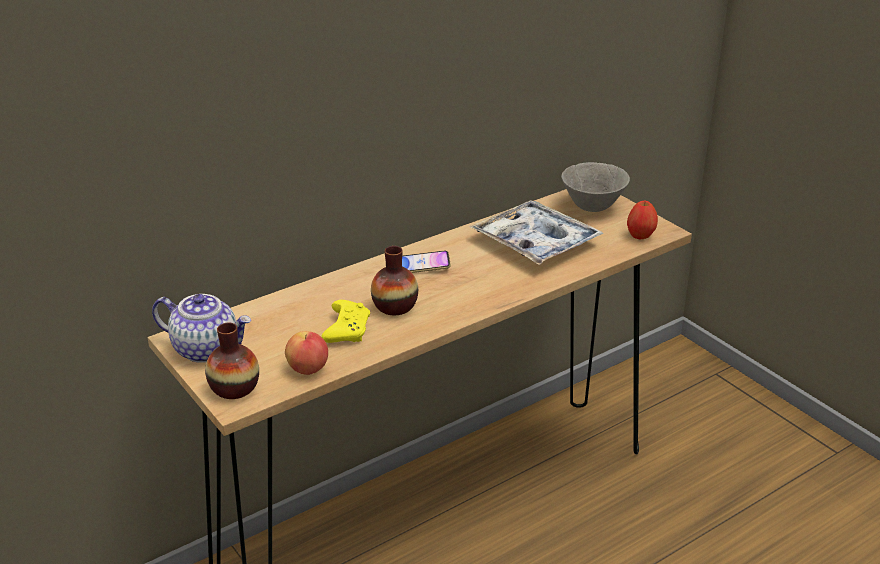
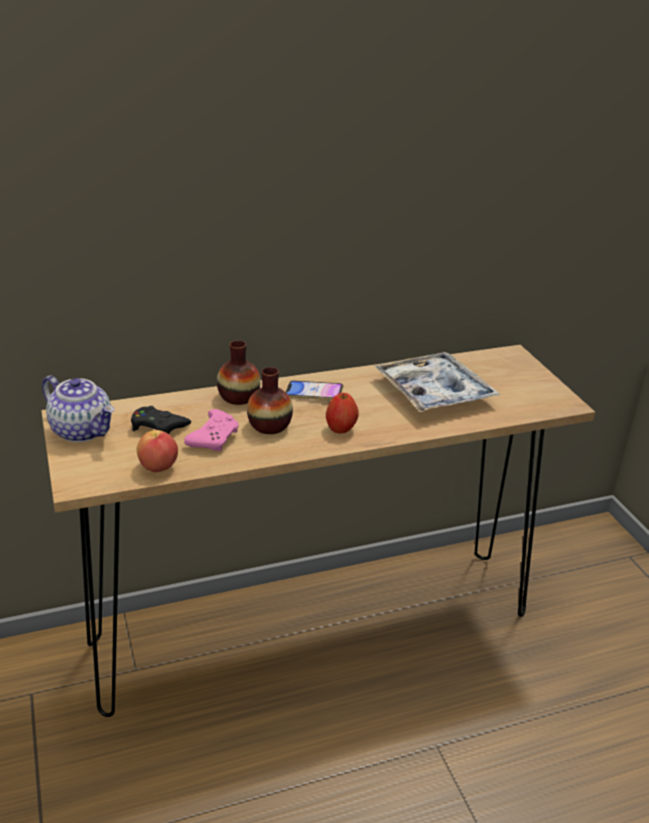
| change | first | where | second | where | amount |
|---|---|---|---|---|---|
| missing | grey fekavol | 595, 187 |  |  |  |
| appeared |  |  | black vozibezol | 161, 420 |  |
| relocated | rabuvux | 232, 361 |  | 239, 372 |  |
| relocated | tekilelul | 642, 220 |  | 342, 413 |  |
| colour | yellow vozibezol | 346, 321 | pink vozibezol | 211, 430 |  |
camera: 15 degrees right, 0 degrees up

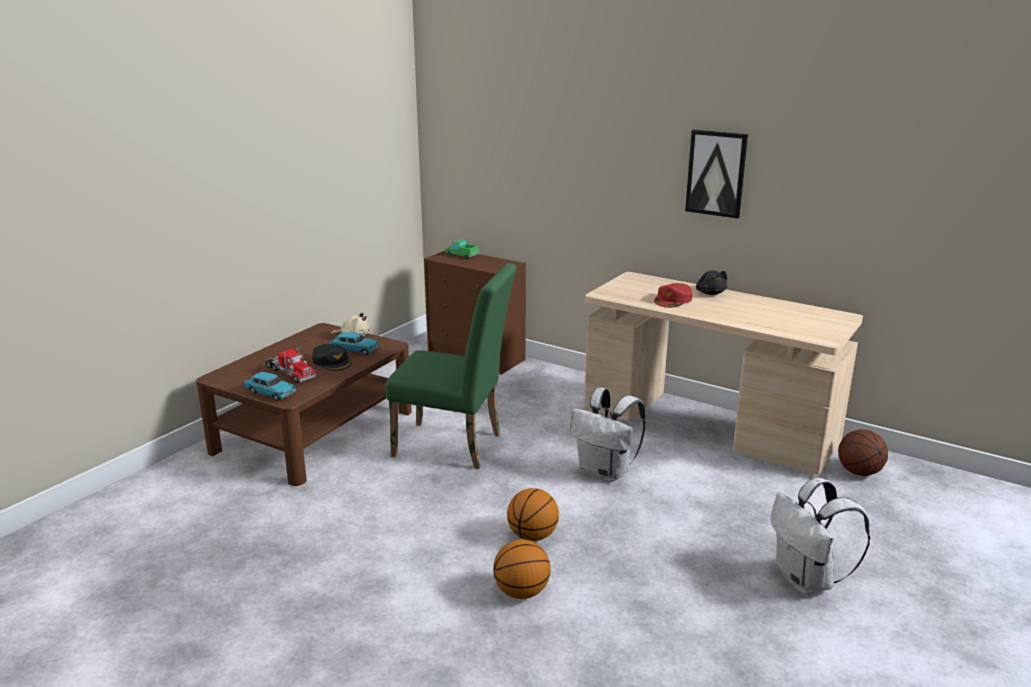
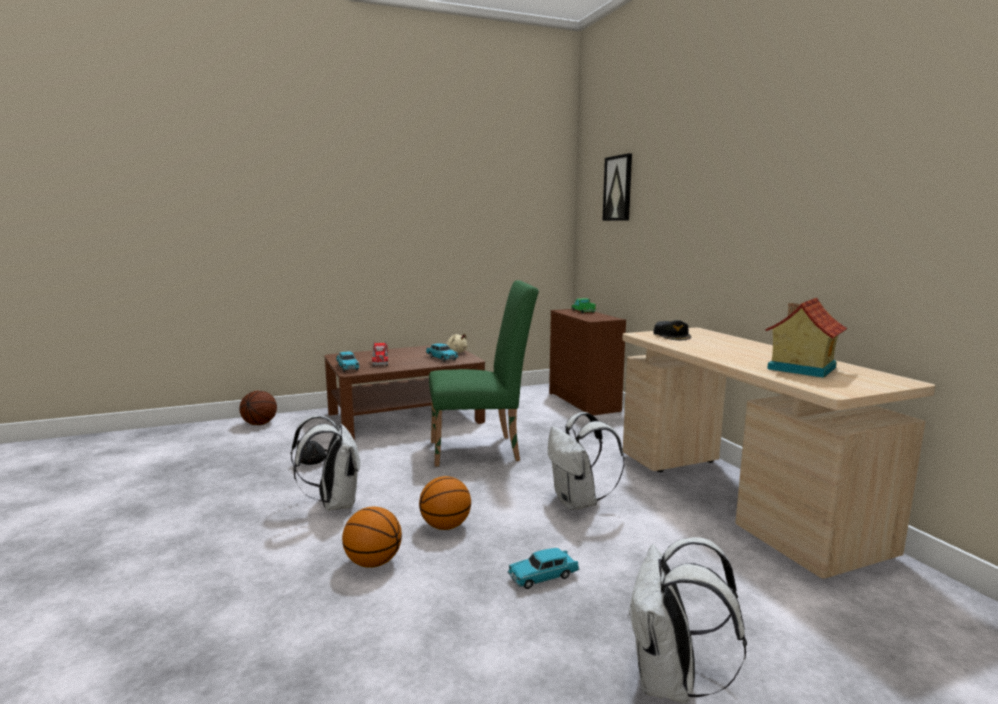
| change | first | where | second | where | amount |
|---|---|---|---|---|---|
| missing | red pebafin | 673, 295 |  |  |  |
| appeared |  |  | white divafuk | 325, 463 |  |
| appeared |  |  | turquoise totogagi | 543, 568 |  |
| appeared |  |  | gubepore | 806, 338 |  |
| relocated | black pebafin | 332, 357 |  | 672, 330 |  |
| relocated | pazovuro | 716, 174 |  | 617, 187 |  |
| relocated | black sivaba | 711, 282 |  | 312, 452 |  |
| relocated | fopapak | 863, 452 |  | 258, 408 |  |
| spun | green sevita | 451, 366 |  | 484, 373 | 60 degrees counterclockwise |
camera: 35 degrees right, 10 degrees down

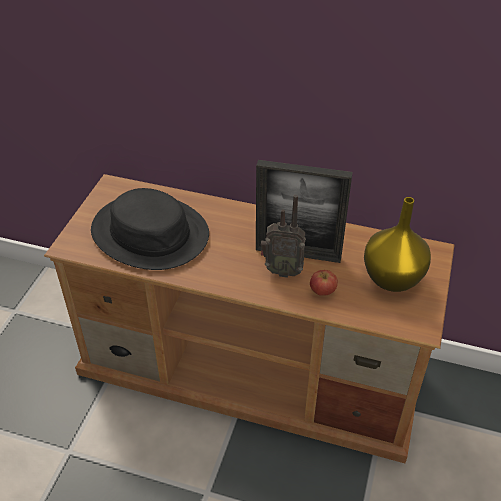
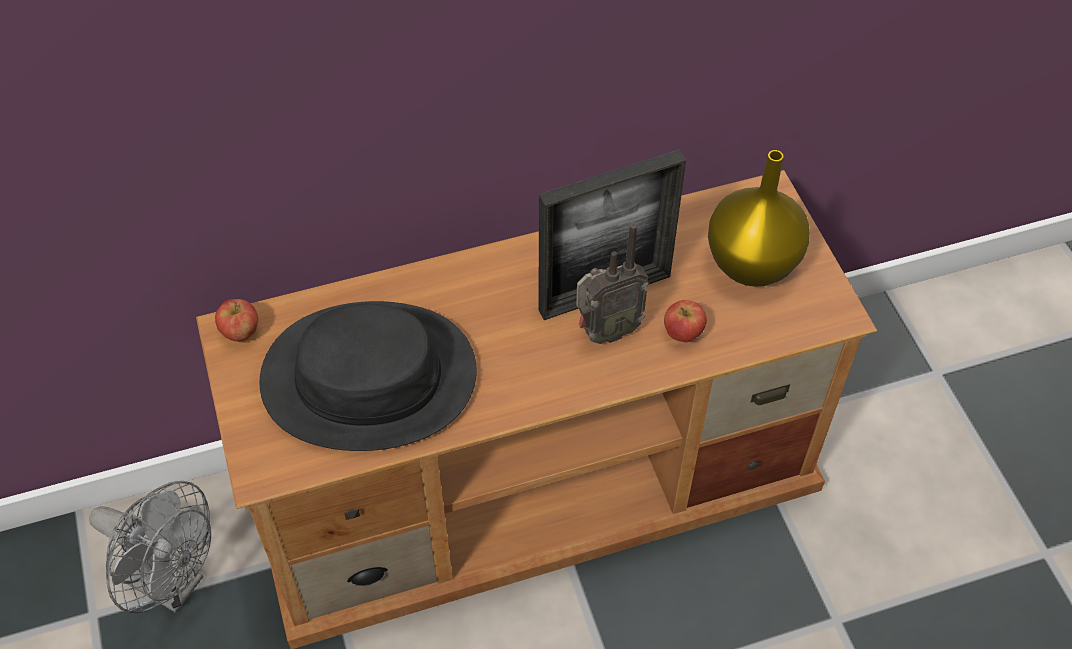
| change | first | where | second | where | amount |
|---|---|---|---|---|---|
| appeared |  |  | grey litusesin | 150, 547 |  |
| appeared |  |  | tekilelul | 236, 320 |  |
camera: 35 degrees left, 10 degrees up

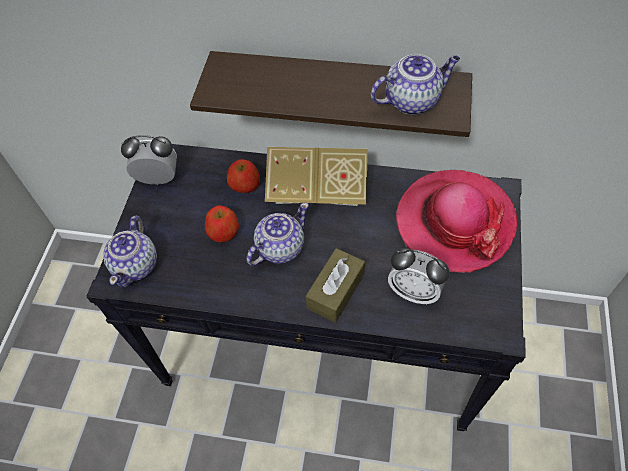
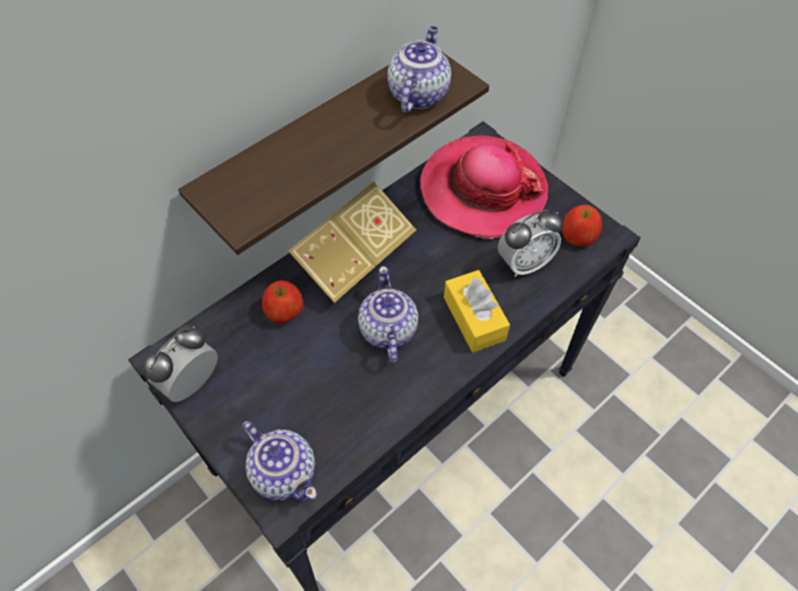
| change | first | where | second | where | amount |
|---|---|---|---|---|---|
| relocated | tekilelul | 222, 223 |  | 582, 225 |  |
| colour | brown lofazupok | 335, 285 | yellow lofazupok | 477, 311 |  |
camera: 55 degrees left, 0 degrees up

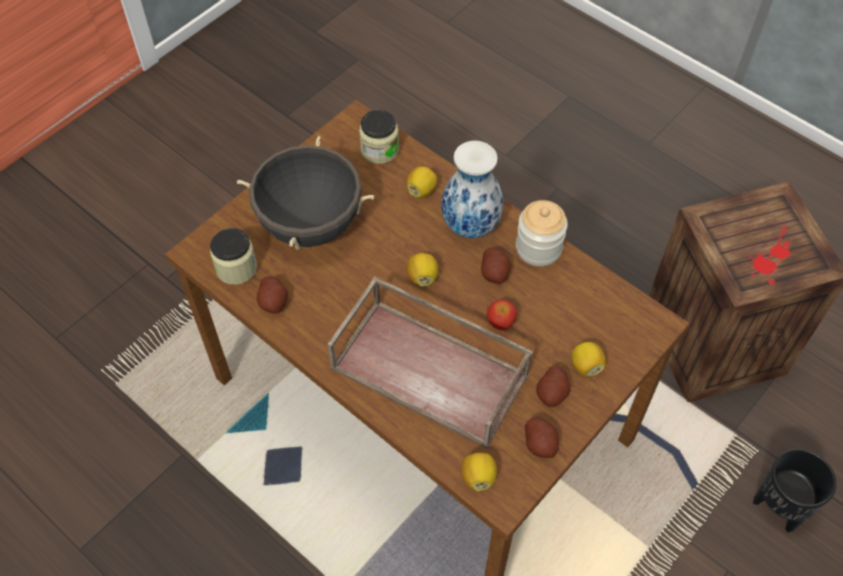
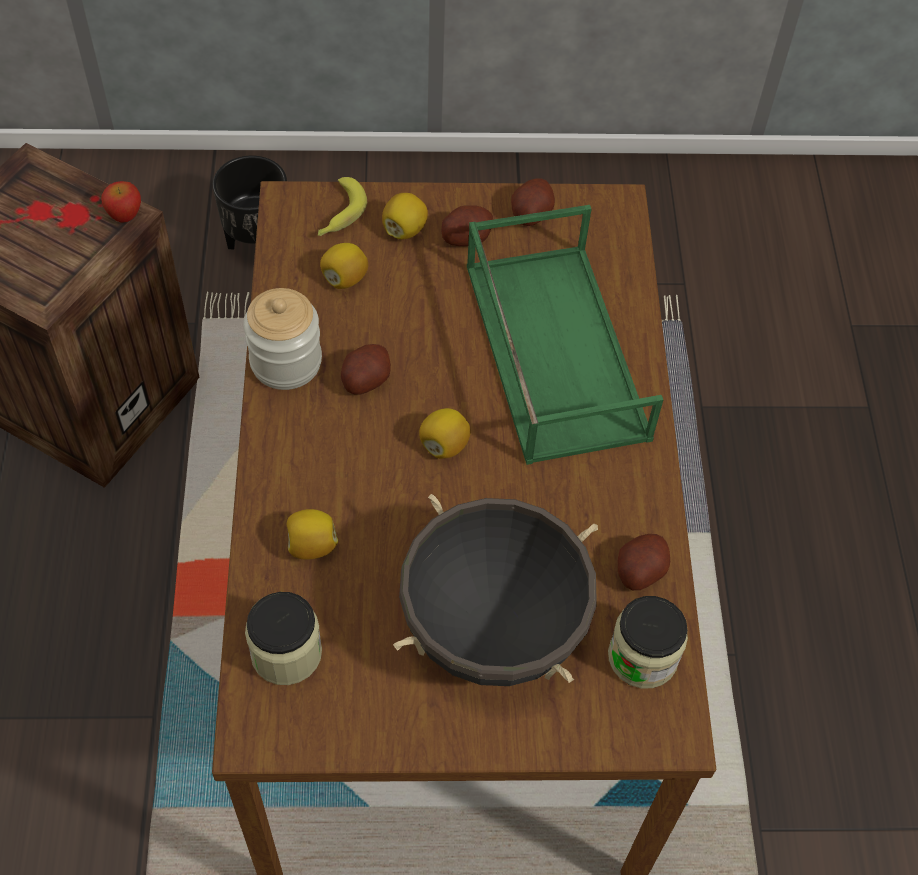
| change | first | where | second | where | amount |
|---|---|---|---|---|---|
| missing | rabuvux | 472, 189 |  |  |  |
| appeared |  |  | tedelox | 342, 206 |  |
| relocated | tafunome | 479, 472 |  | 344, 266 |  |
| relocated | tekilelul | 502, 314 |  | 121, 202 |  |
| colour | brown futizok | 430, 362 | green futizok | 565, 335 |  |
camera: 135 degrees left, 0 degrees up

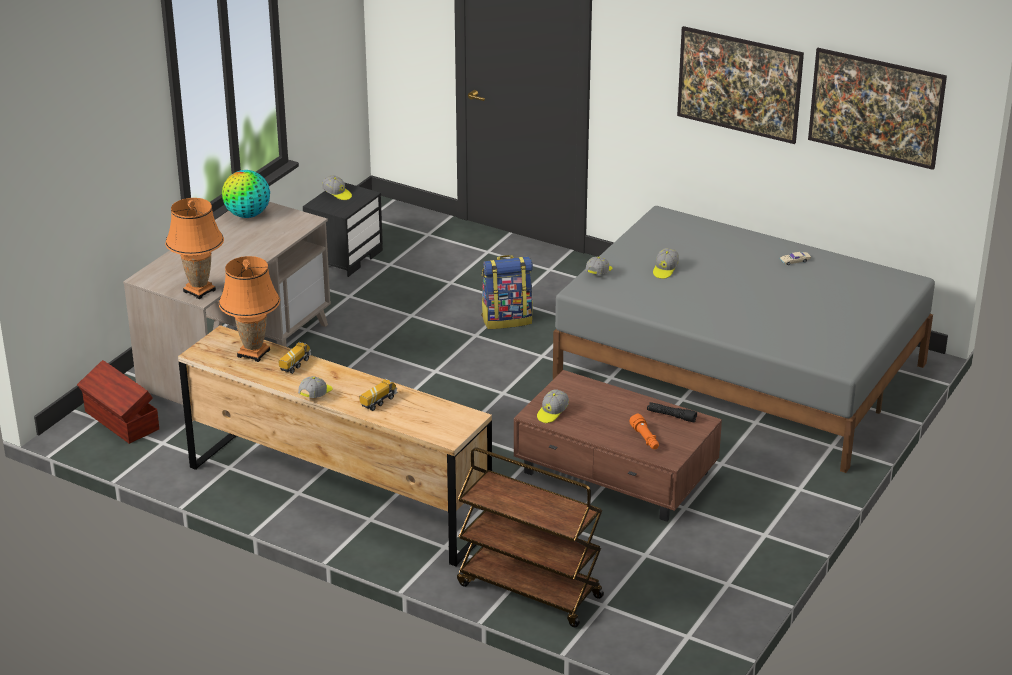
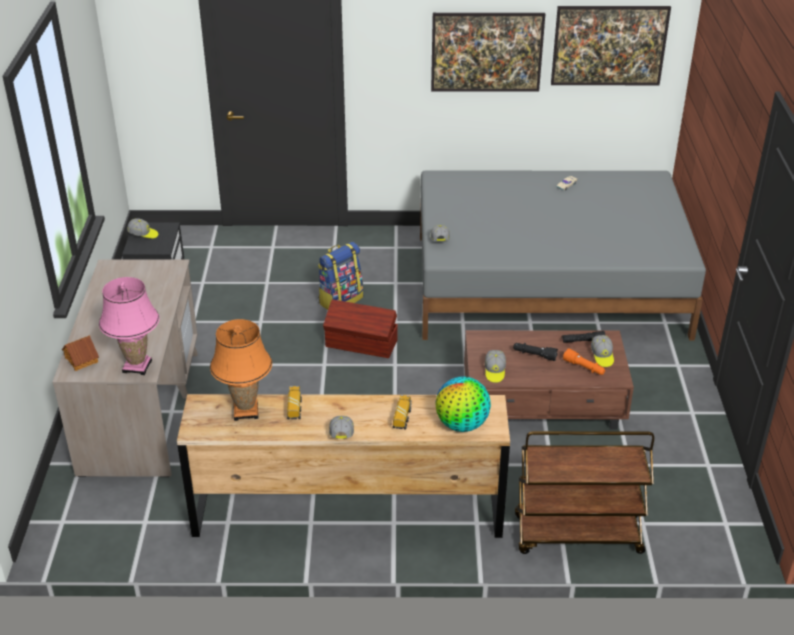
| change | first | where | second | where | amount |
|---|---|---|---|---|---|
| appeared |  |  | gubepore | 80, 353 |  |
| appeared |  |  | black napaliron | 535, 352 |  |
| relocated | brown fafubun | 118, 402 |  | 360, 328 |  |
| relocated | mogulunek | 246, 194 |  | 463, 404 |  |
| relocated | pebafin | 666, 263 |  | 602, 351 |  |
| colour | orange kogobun | 194, 248 | pink kogobun | 129, 326 |  |
camera: 30 degrees left, 5 degrees up

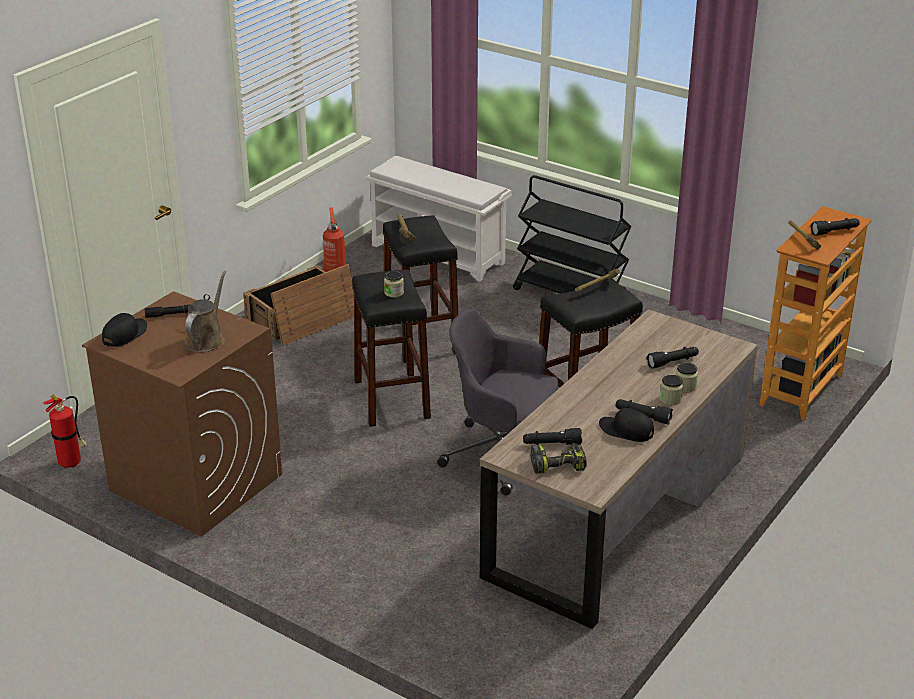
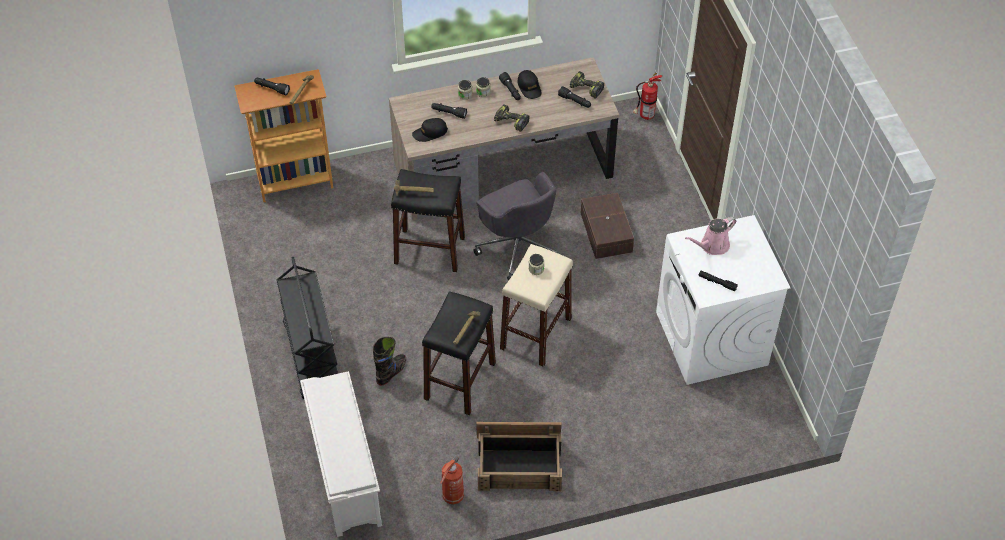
| change | first | where | second | where | amount |
|---|---|---|---|---|---|
| appeared |  |  | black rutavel | 389, 361 |  |
| appeared |  |  | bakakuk | 511, 118 |  |
| appeared |  |  | brown fafubun | 607, 226 |  |
| relocated | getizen | 65, 431 |  | 647, 96 |  |
| relocated | black pebafin | 124, 330 |  | 430, 130 |  |
| colour | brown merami | 182, 413 | white merami | 723, 300 |  |
| colour | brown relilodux | 205, 311 | pink relilodux | 710, 235 |  |
| colour | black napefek | 391, 348 | beige napefek | 536, 305 |  |
camera: 140 degrees left, 20 degrees up

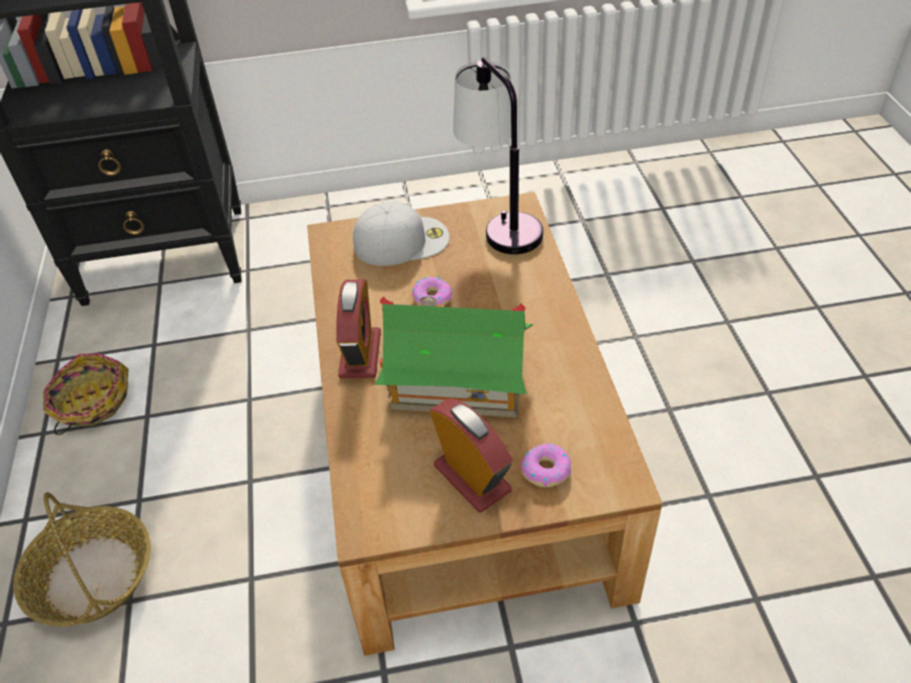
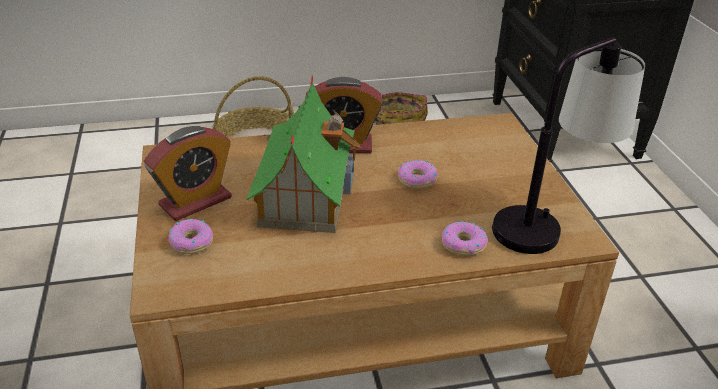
| change | first | where | second | where | amount |
|---|---|---|---|---|---|
| missing | white pebafin | 401, 233 |  |  |  |
| appeared |  |  | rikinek | 465, 238 |  |
camera: 85 degrees right, 10 degrees down

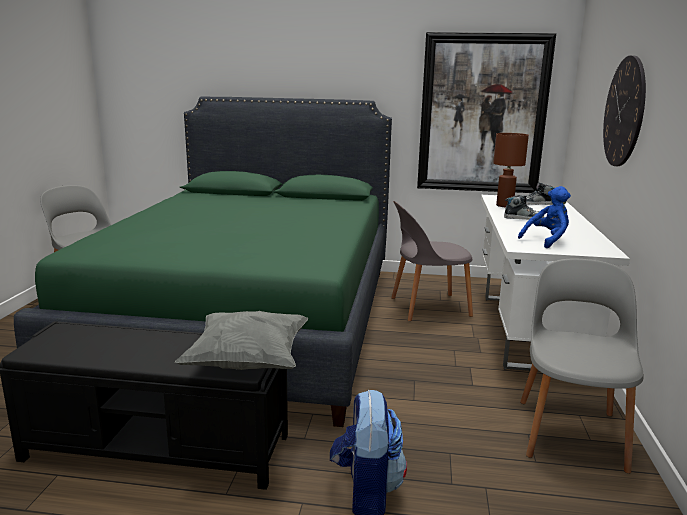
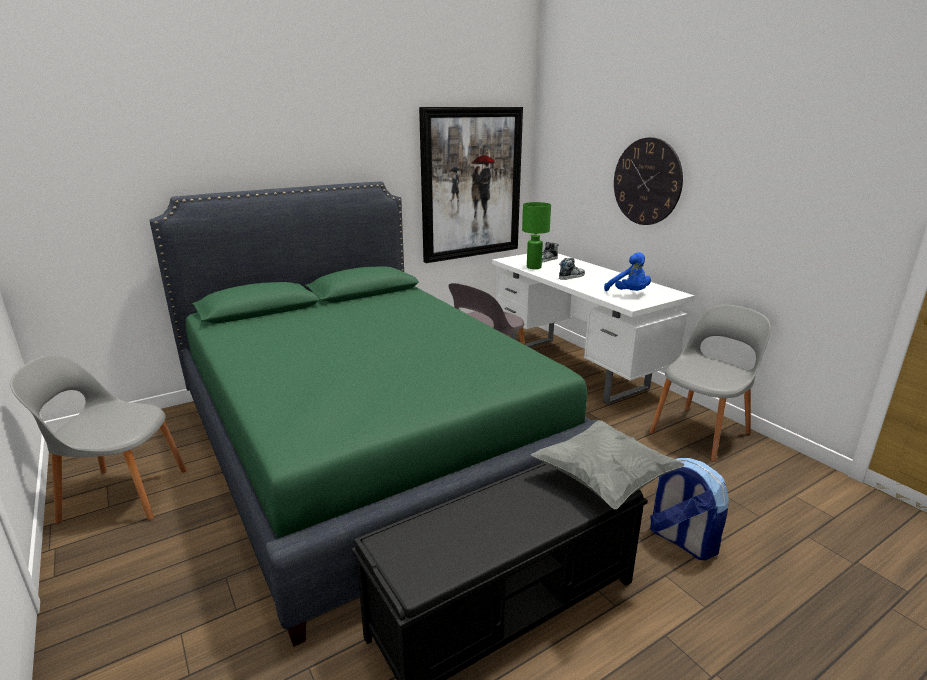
| change | first | where | second | where | amount |
|---|---|---|---|---|---|
| colour | brown kogobun | 511, 170 | green kogobun | 536, 235 |  |
| spun | blue sivaba | 544, 217 |  | 627, 271 | 135 degrees clockwise |
| spun | grey sevita | 581, 366 |  | 710, 383 | 75 degrees clockwise |
camera: 40 degrees left, 5 degrees up

